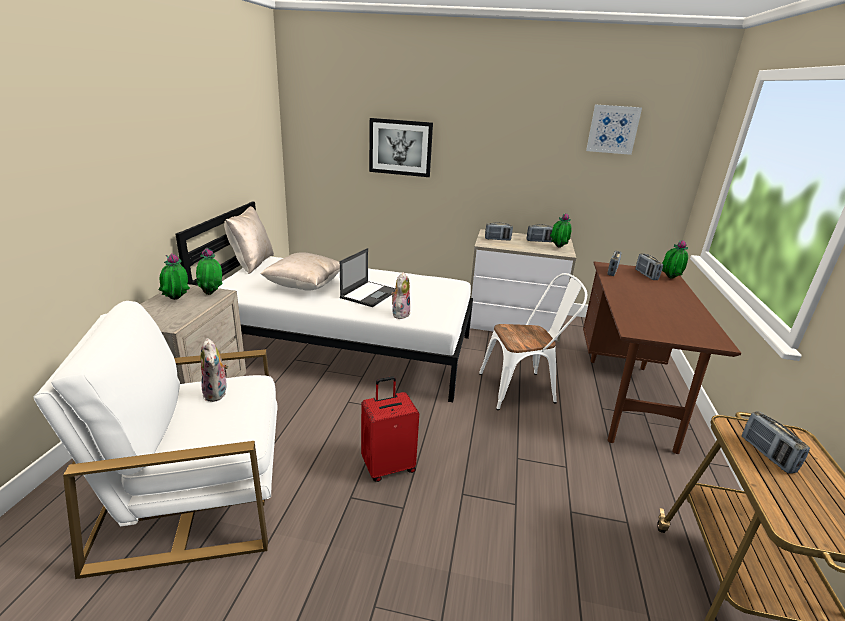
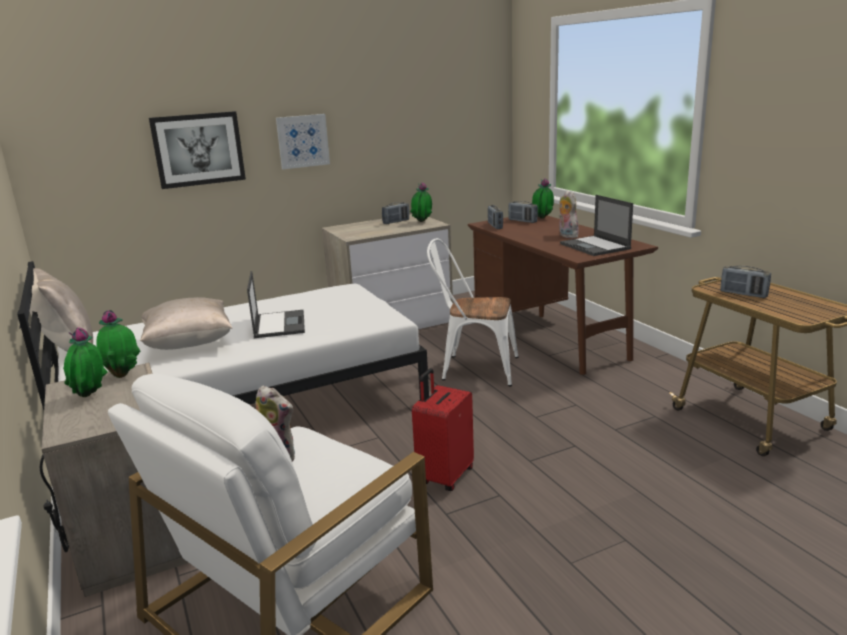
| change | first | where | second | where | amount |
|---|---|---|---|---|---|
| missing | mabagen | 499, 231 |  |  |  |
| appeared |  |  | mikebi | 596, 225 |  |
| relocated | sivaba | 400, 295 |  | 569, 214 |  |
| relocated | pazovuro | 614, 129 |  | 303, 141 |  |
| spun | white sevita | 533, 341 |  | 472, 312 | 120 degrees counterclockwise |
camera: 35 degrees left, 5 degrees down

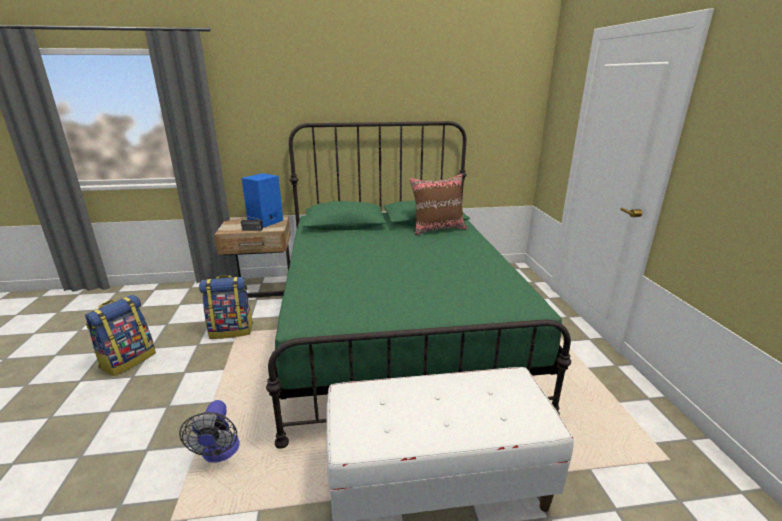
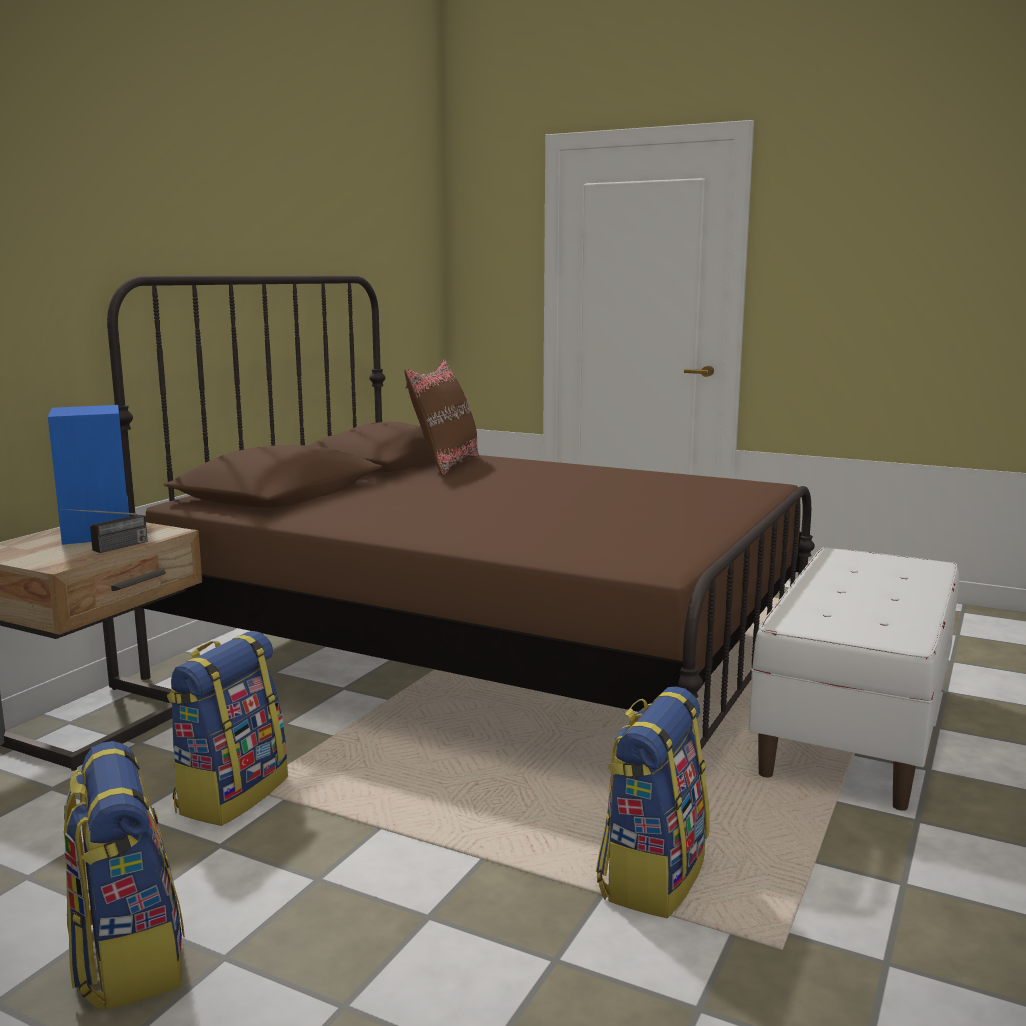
| change | first | where | second | where | amount |
|---|---|---|---|---|---|
| exchanged | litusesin | 209, 431 | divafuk | 653, 802 |  |
| colour | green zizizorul | 418, 285 | brown zizizorul | 461, 513 |  |
camera: 55 degrees left, 10 degrees down

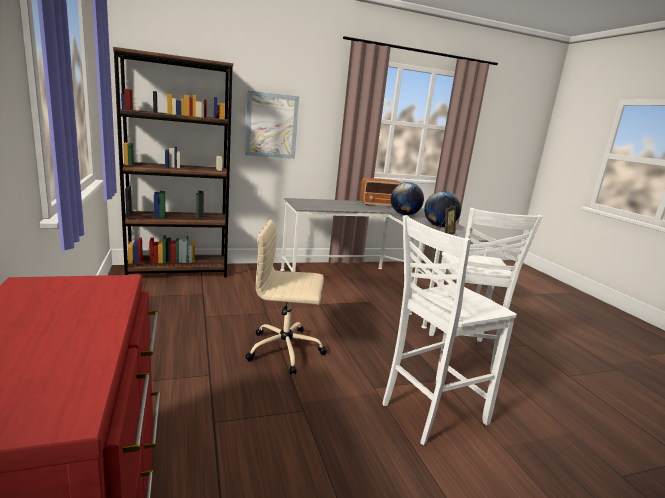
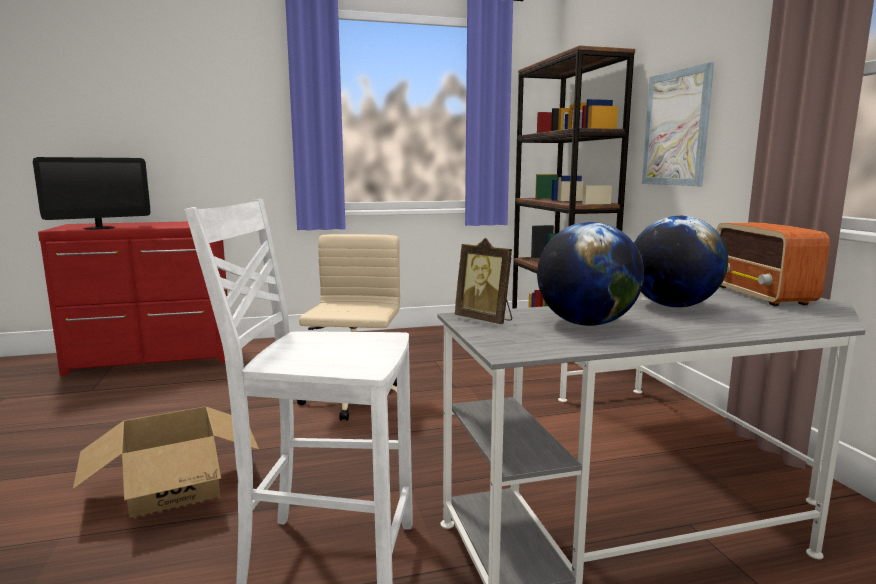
| change | first | where | second | where | amount |
|---|---|---|---|---|---|
| appeared |  |  | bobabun | 91, 193 |  |
| exchanged | white sevita | 449, 330 | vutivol | 166, 462 |  |
camera: 95 degrees right, 5 degrees down

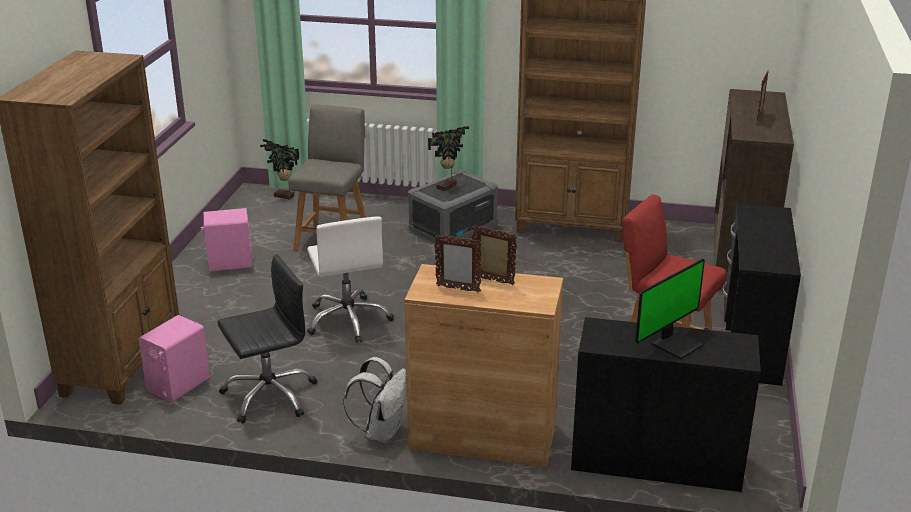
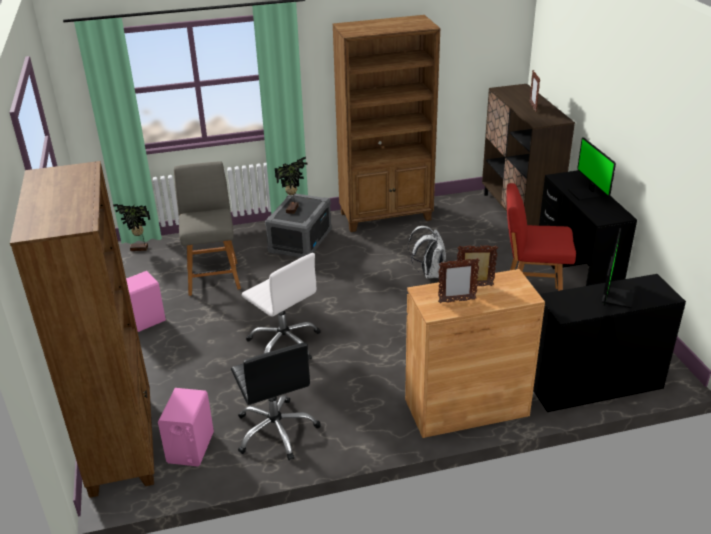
| change | first | where | second | where | amount |
|---|---|---|---|---|---|
| appeared |  |  | bobabun | 592, 169 |  |
| relocated | white divafuk | 374, 400 |  | 427, 252 |  |
| spun | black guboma | 267, 339 |  | 276, 401 | 120 degrees clockwise |
camera: 25 degrees left, 5 degrees up

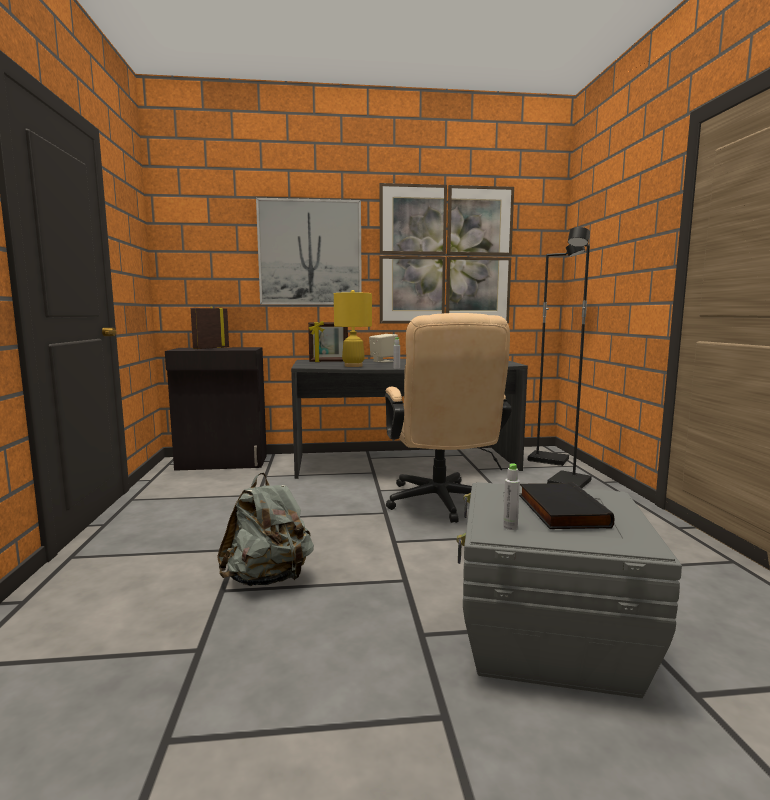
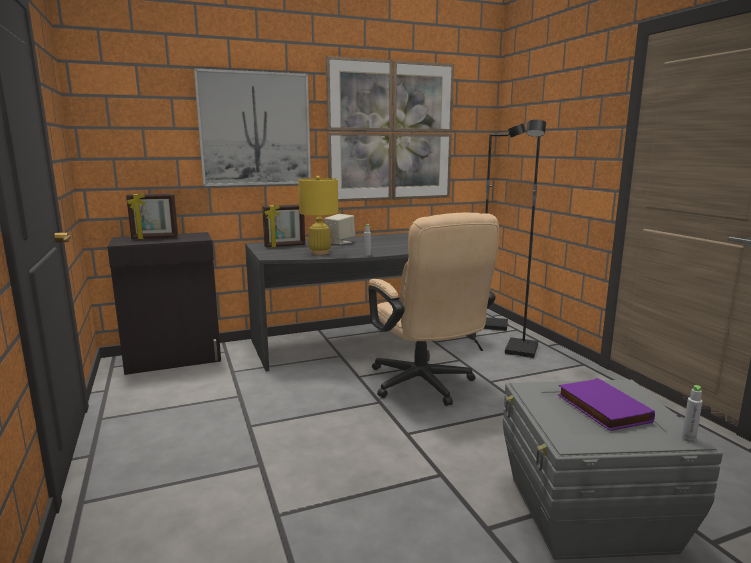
| change | first | where | second | where | amount |
|---|---|---|---|---|---|
| missing | grey divafuk | 265, 529 |  |  |  |
| relocated | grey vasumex | 511, 496 |  | 692, 413 |  |
| colour | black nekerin | 566, 505 | purple nekerin | 606, 404 |  |
| spun | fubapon | 210, 328 |  | 152, 216 | 120 degrees counterclockwise |
camera: 15 degrees left, 5 degrees up

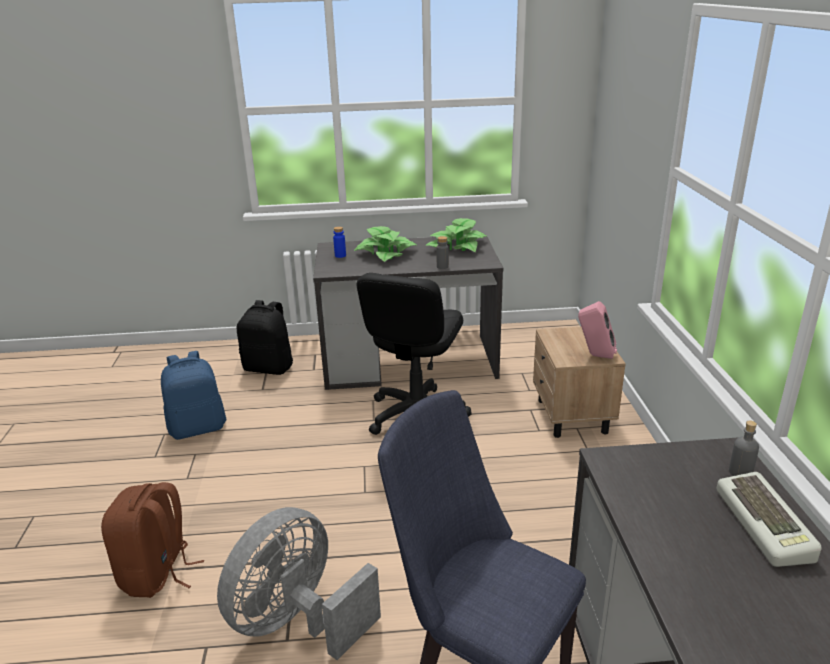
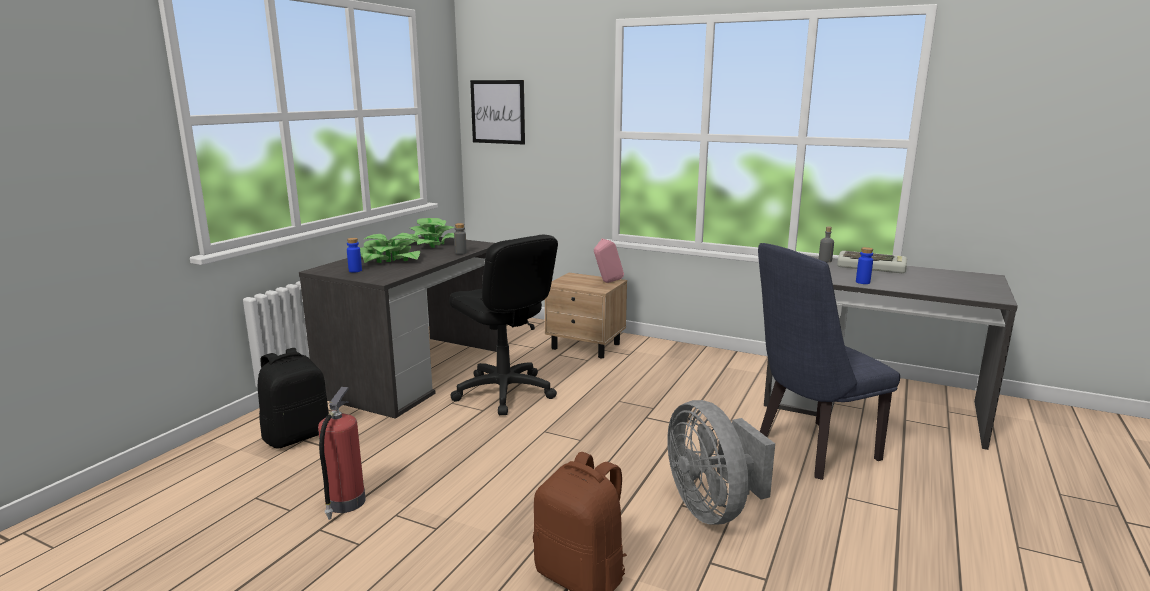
| change | first | where | second | where | amount |
|---|---|---|---|---|---|
| appeared |  |  | pazovuro | 497, 112 |  |
| appeared |  |  | blue vasumex | 864, 265 |  |
| exchanged | blue divafuk | 193, 395 | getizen | 342, 453 |  |
camera: 60 degrees left, 10 degrees down

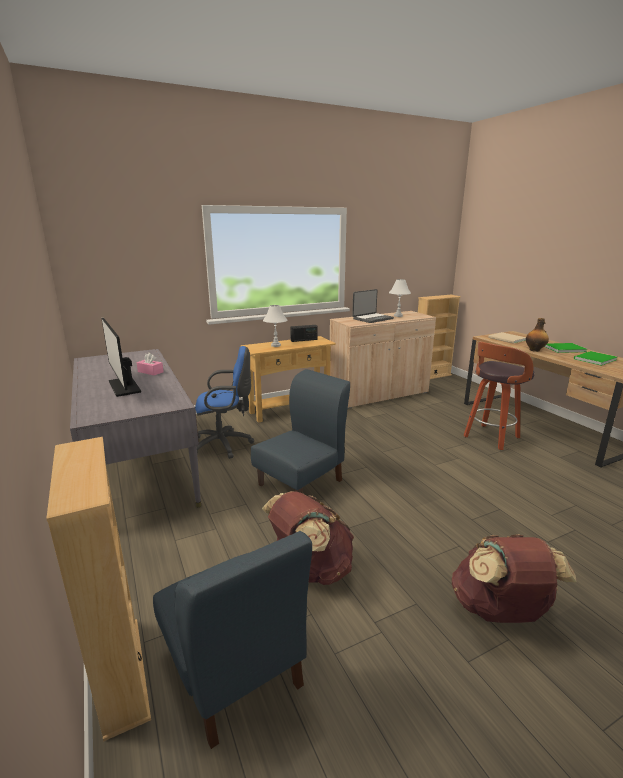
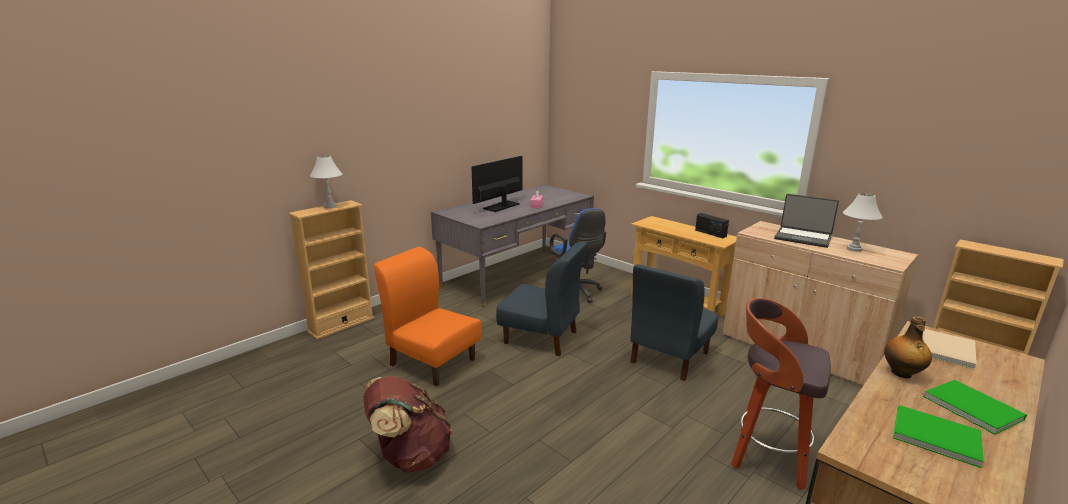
| change | first | where | second | where | amount |
|---|---|---|---|---|---|
| relocated | blue sevita | 232, 640 |  | 674, 322 |  |
| relocated | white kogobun | 275, 326 |  | 326, 181 |  |
| exchanged | brown divafuk | 308, 538 | orange sevita | 428, 316 |  |
camera: 70 degrees right, 0 degrees up

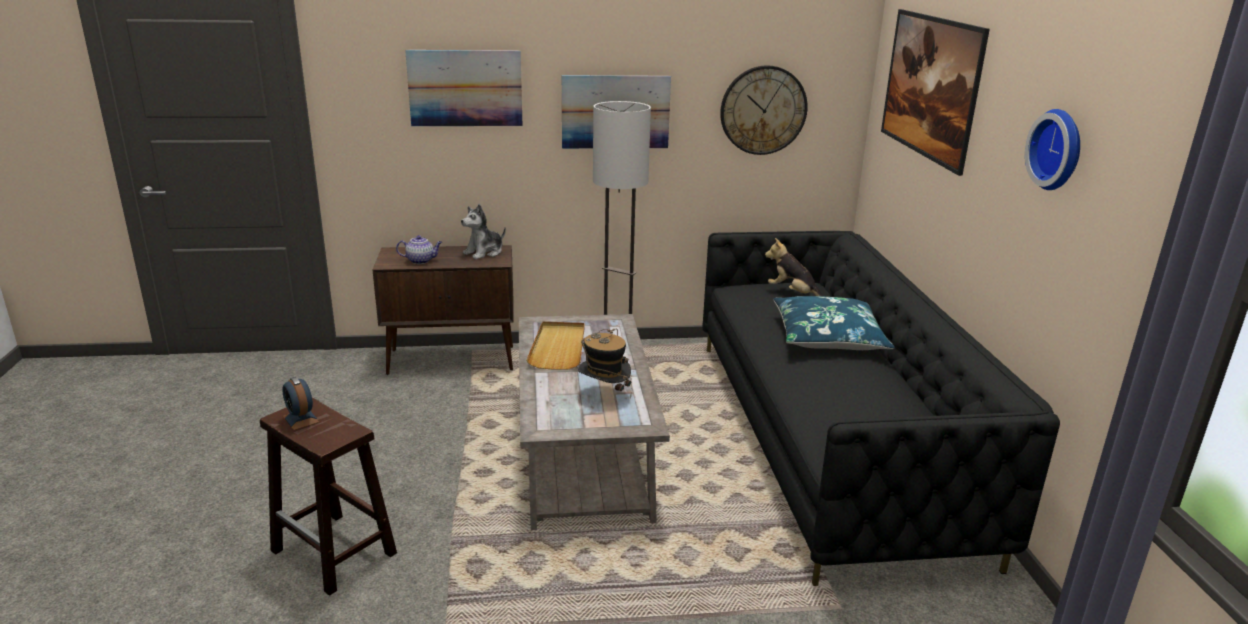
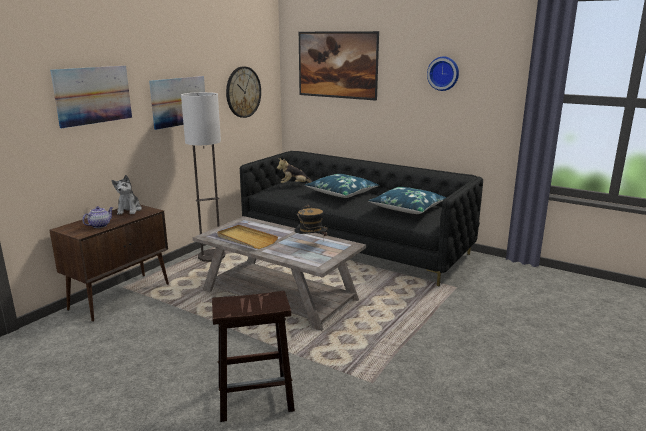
| change | first | where | second | where | amount |
|---|---|---|---|---|---|
| missing | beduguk | 300, 403 |  |  |  |
| appeared |  |  | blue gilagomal | 407, 200 |  |
camera: 50 degrees left, 5 degrees down

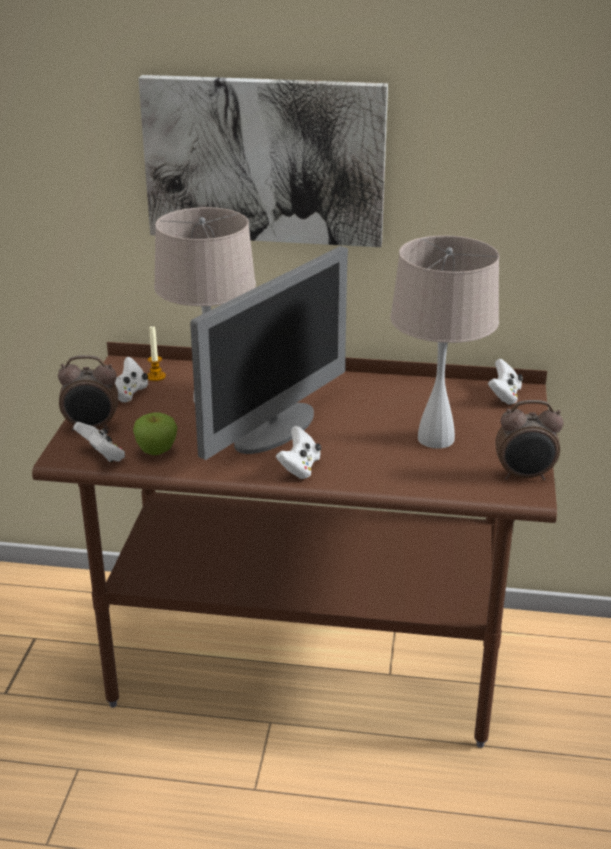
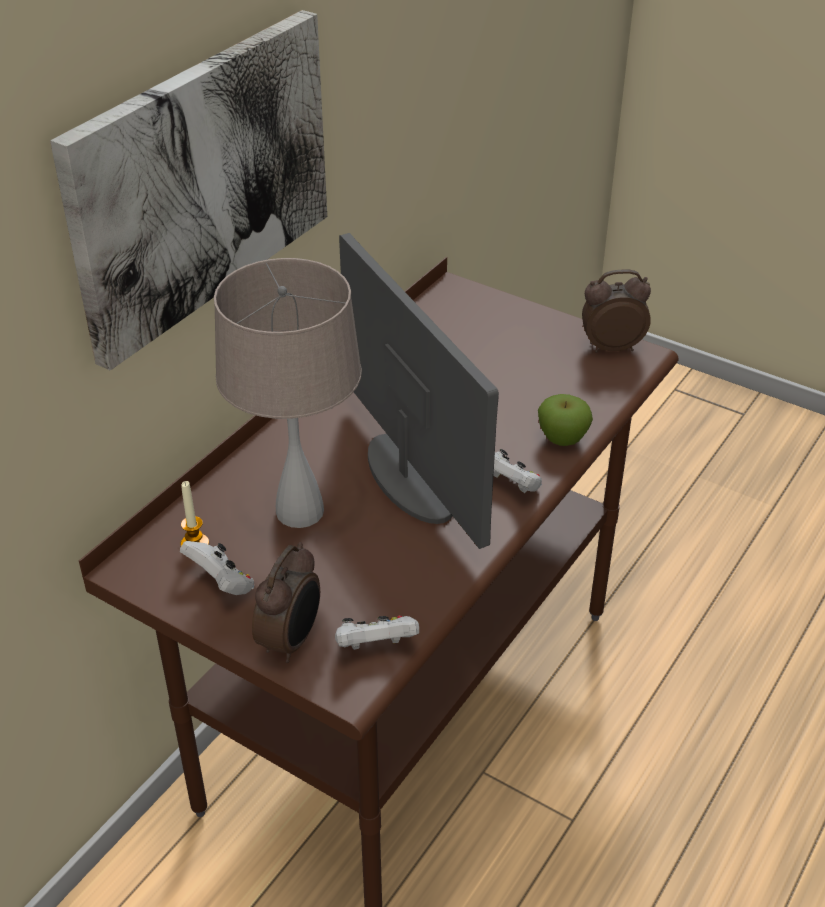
| change | first | where | second | where | amount |
|---|---|---|---|---|---|
| missing | beige kogobun | 445, 341 |  |  |  |
| missing | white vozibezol | 505, 382 |  |  |  |
| relocated | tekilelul | 155, 433 |  | 565, 420 |  |
| spun | beduguk | 529, 440 |  | 616, 311 | 120 degrees counterclockwise |
camera: 65 degrees left, 10 degrees up

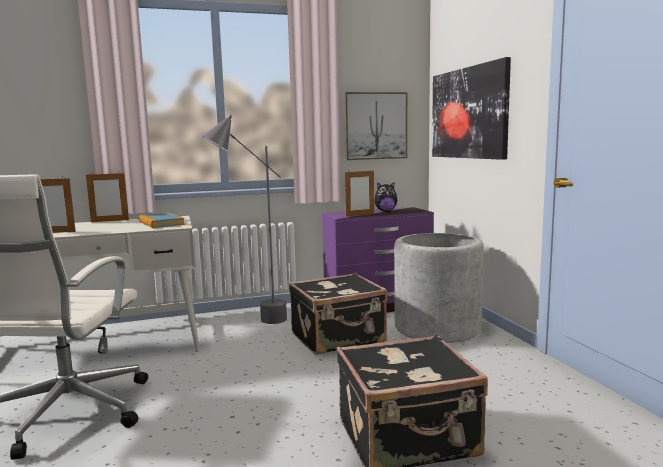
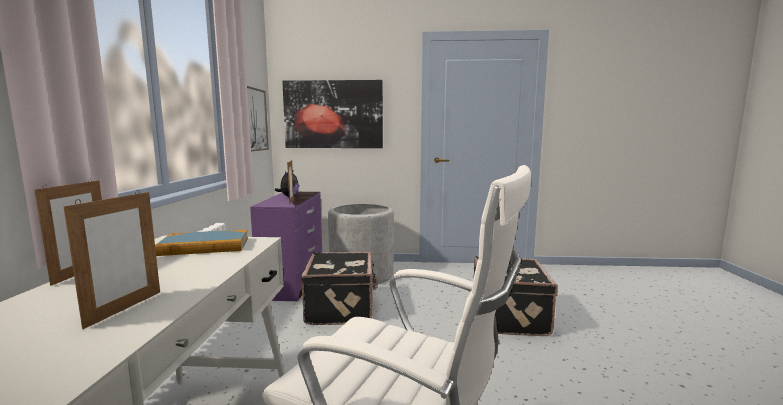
| change | first | where | second | where | amount |
|---|---|---|---|---|---|
| missing | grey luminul | 244, 219 |  |  |  |
camera: 70 degrees left, 0 degrees up

